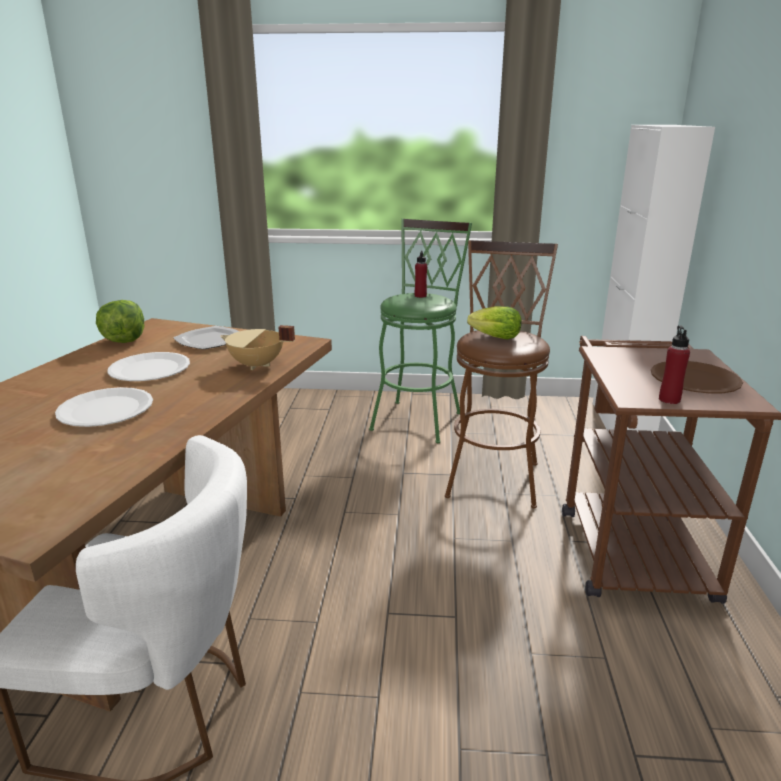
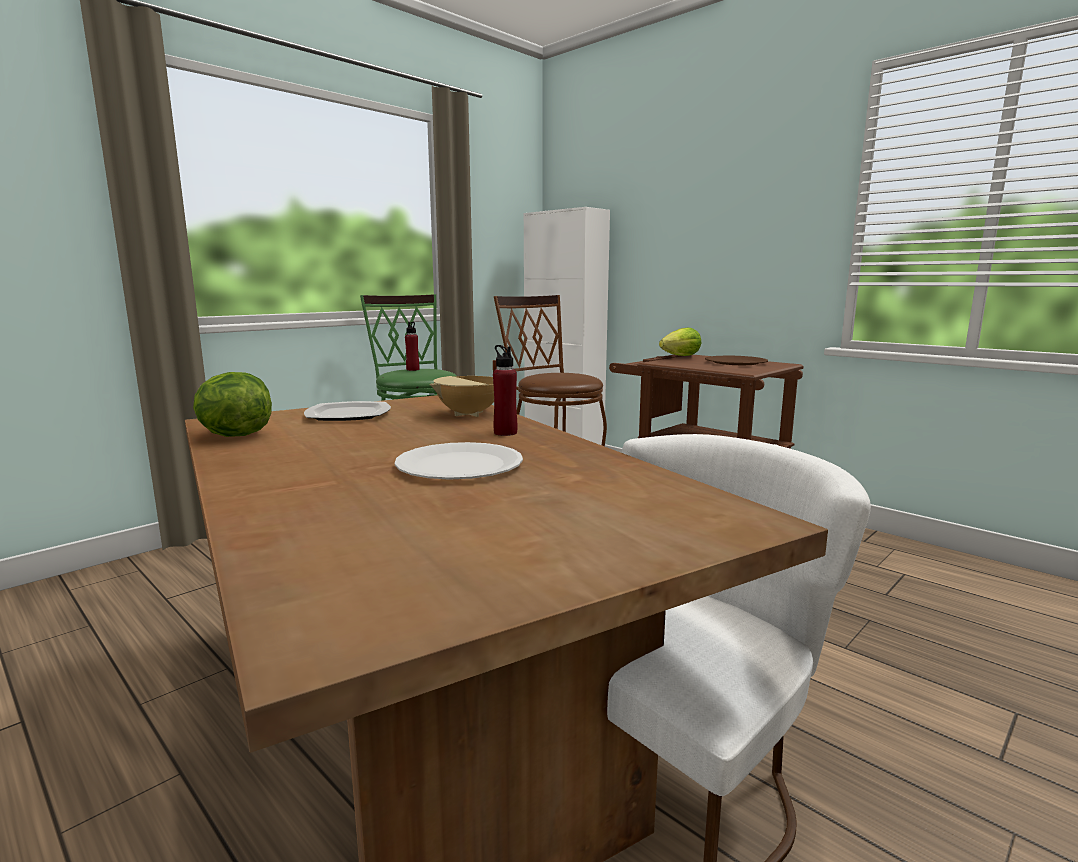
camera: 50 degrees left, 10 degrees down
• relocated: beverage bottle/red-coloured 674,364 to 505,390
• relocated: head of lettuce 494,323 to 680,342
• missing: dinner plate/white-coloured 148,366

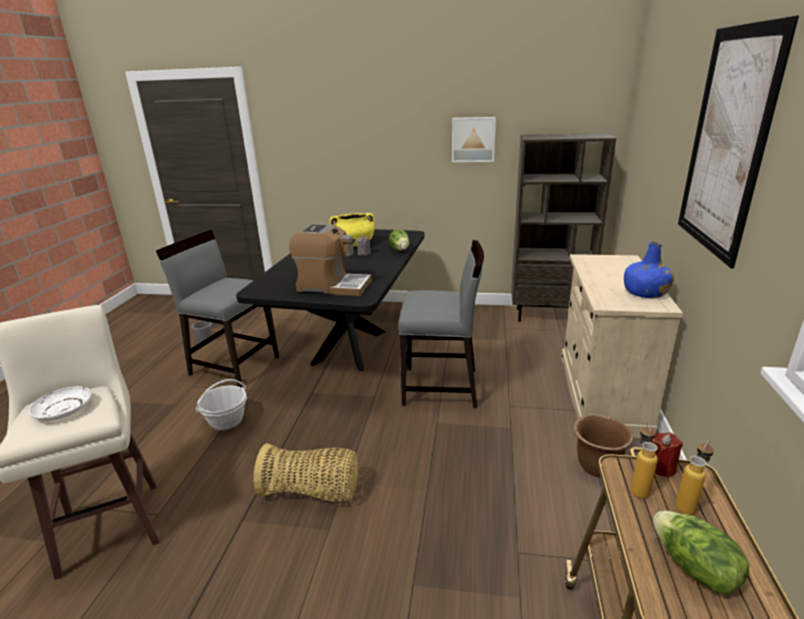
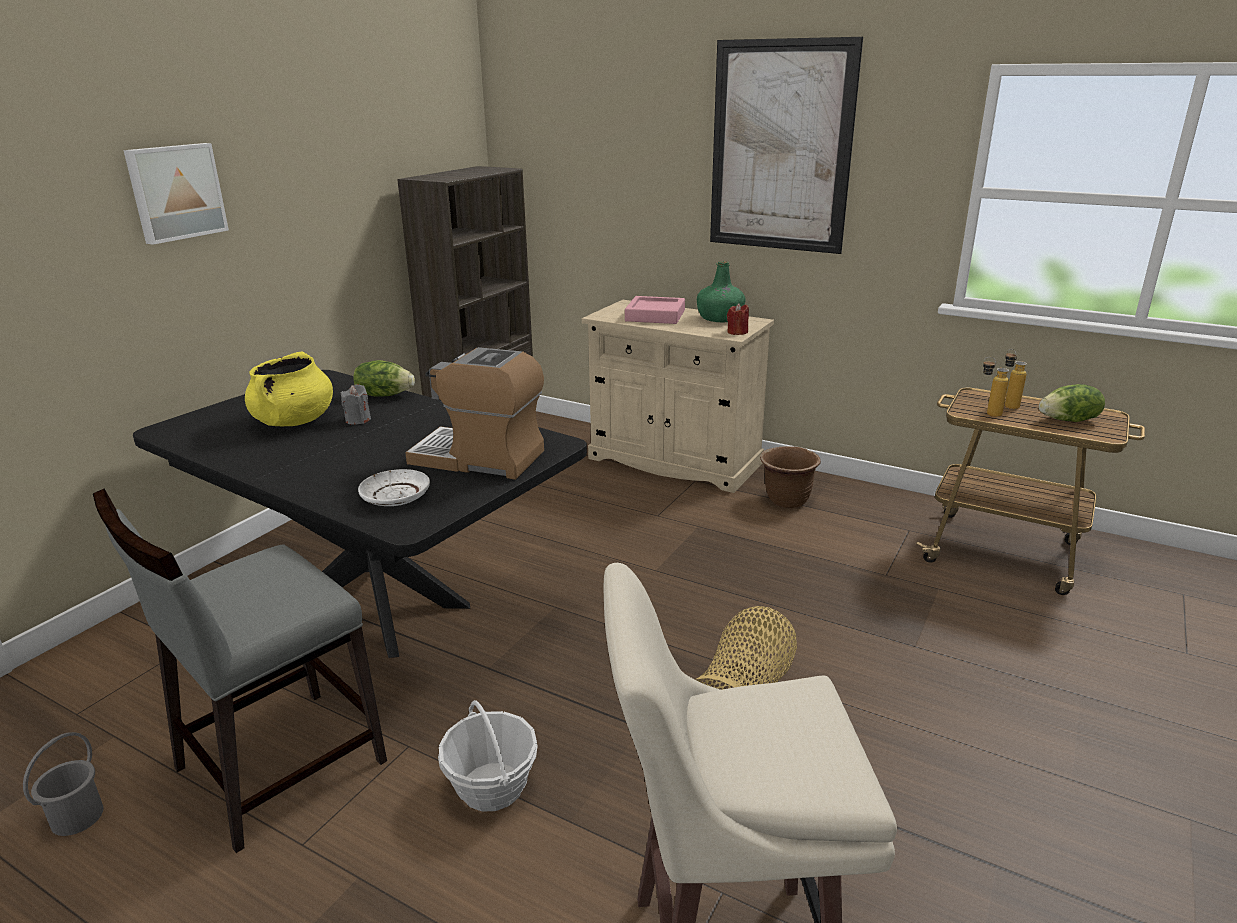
camera: 70 degrees left, 0 degrees up
• relocated: wall picture 474,139 to 176,194
• relocated: dinner plate/white-coloured 60,403 to 394,487
• spun: coffee machine 330,260 = 474,413 105 degrees counterclockwise
• appeared: tray/pinkish 655,310
• colour: beverage bottle/blue 649,270 to beverage bottle/green 721,292
• relocated: wax light/red-coloured 667,455 to 738,319
• missing: chair/gray 441,324

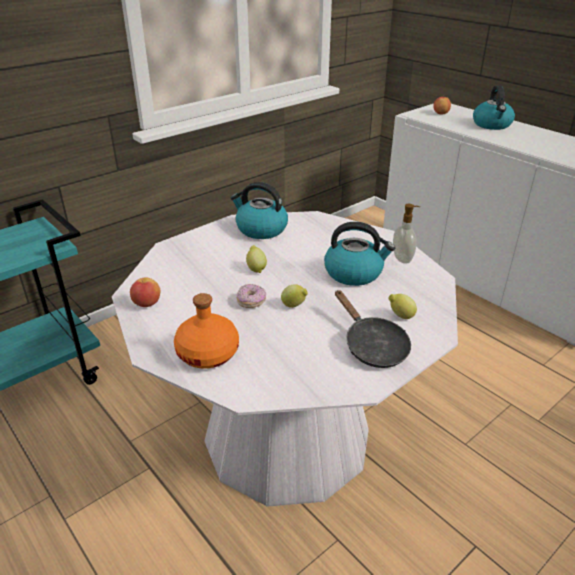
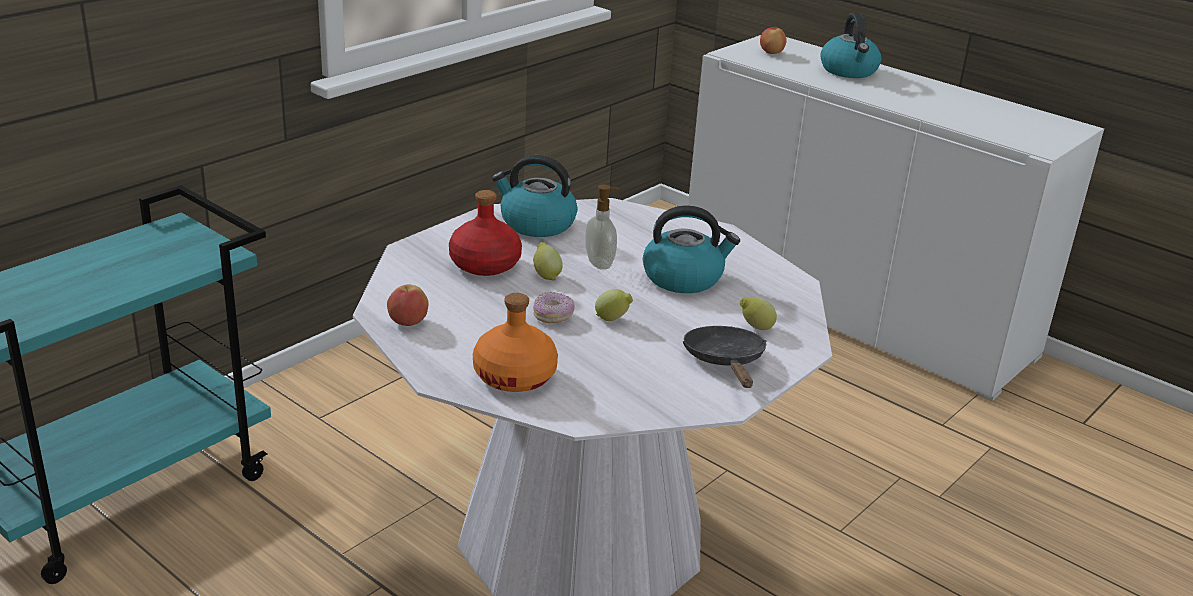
camera: 10 degrees left, 5 degrees down
• appeared: beverage bottle/red-coloured 485,233
• relocated: soap bottle 406,234 to 602,227
• spun: pan/blackish 373,329 = 725,357 150 degrees counterclockwise

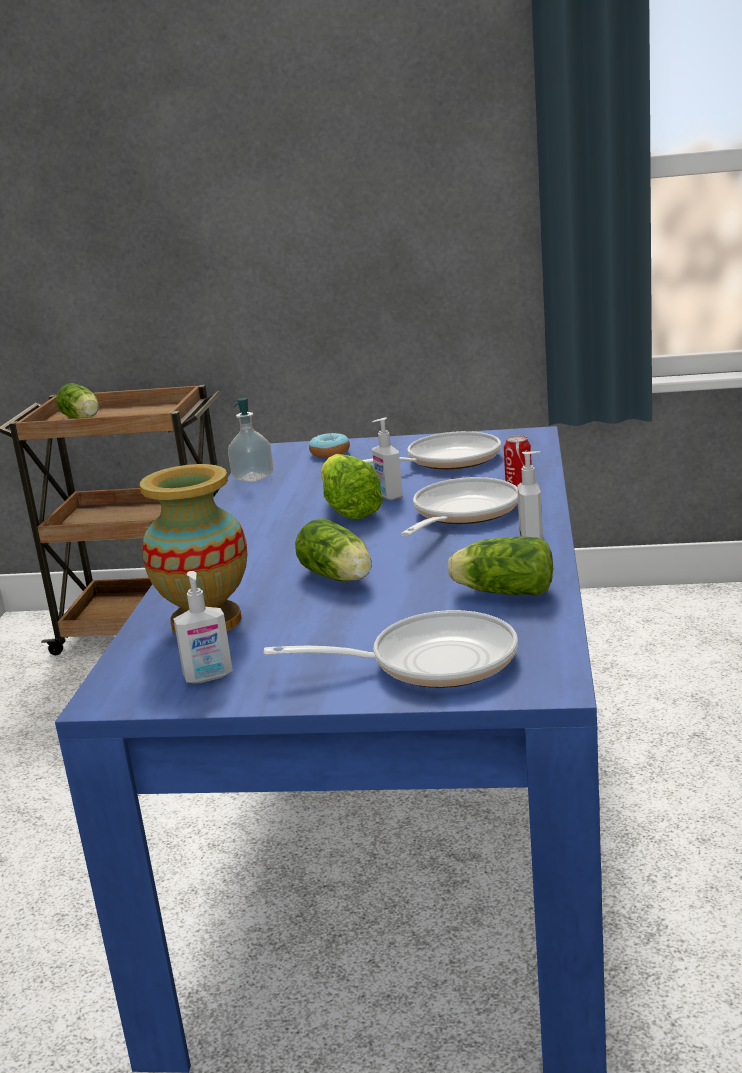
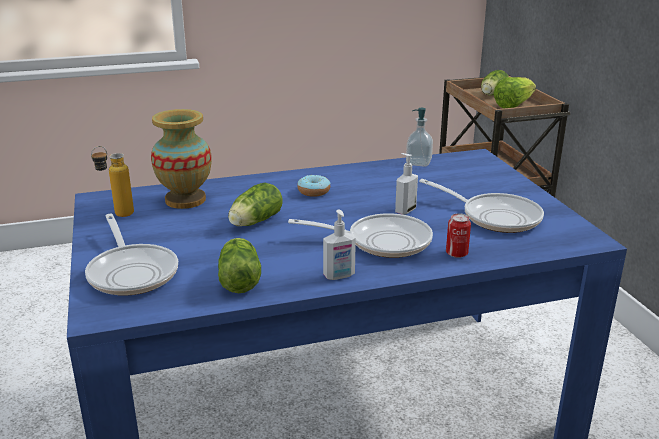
camera: 65 degrees right, 5 degrees up
• exchanged: soap bottle 203,627 to beverage bottle 112,181
• relocated: donut 329,445 to 313,186
• relocated: head of lettuce 352,487 to 514,92

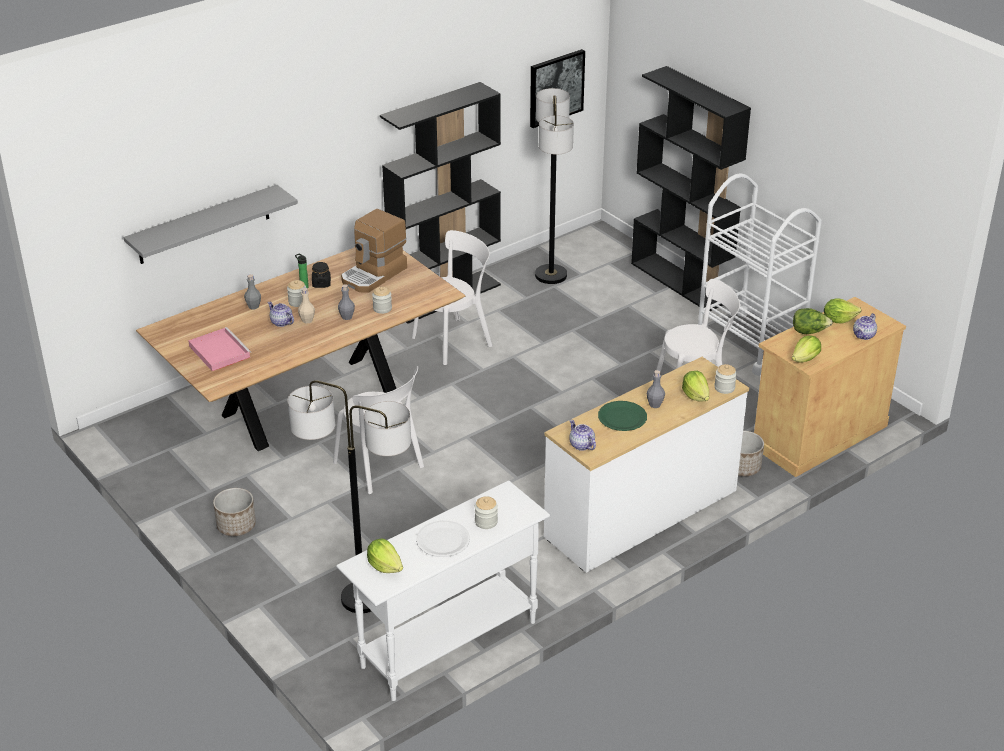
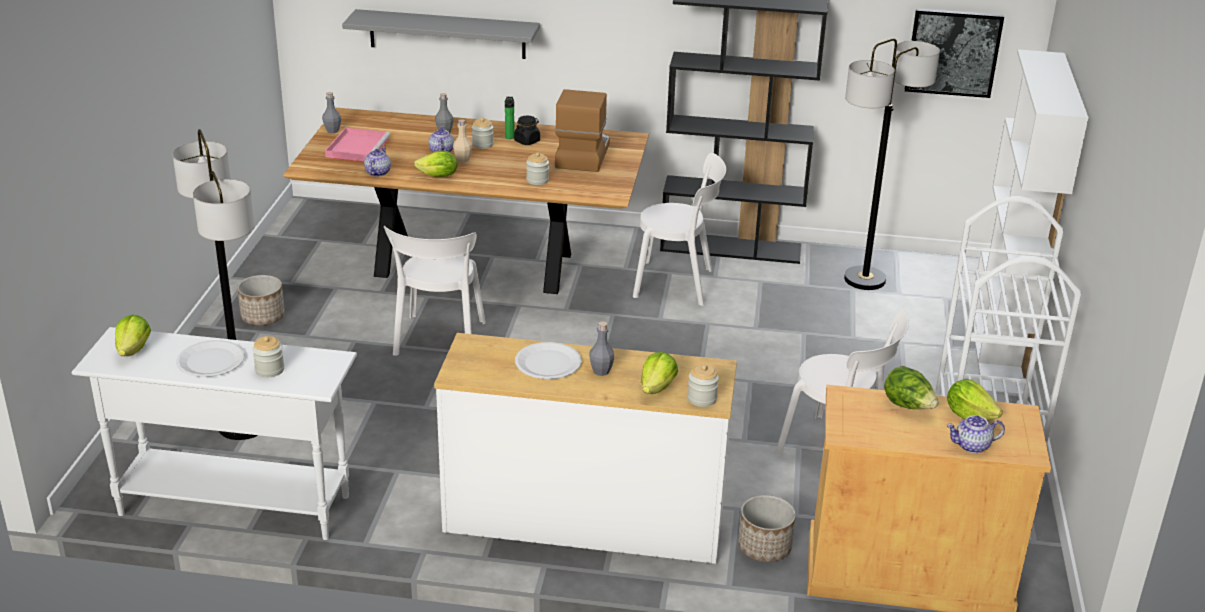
camera: 45 degrees right, 5 degrees down
• relocated: beverage bottle/gray 346,302 to 331,112
• relocated: tea pot 582,435 to 377,162
• relocated: head of lettuce 806,349 to 435,164
• colour: dinner plate/green 622,416 to dinner plate/white-coloured 548,360
• spun: coffee machine 374,250 = 582,130 105 degrees clockwise
• colour: shelving unit/blackish 691,188 to shelving unit/white-coloured 1031,223

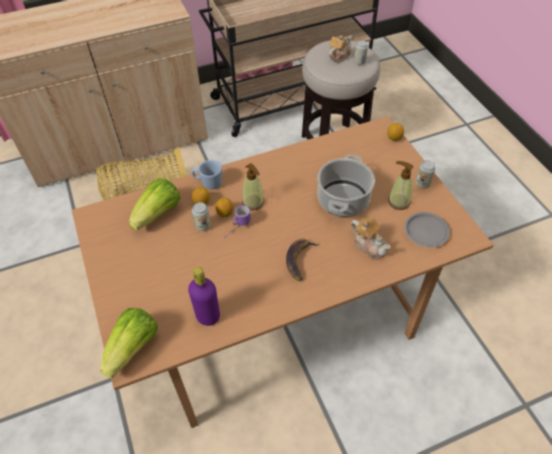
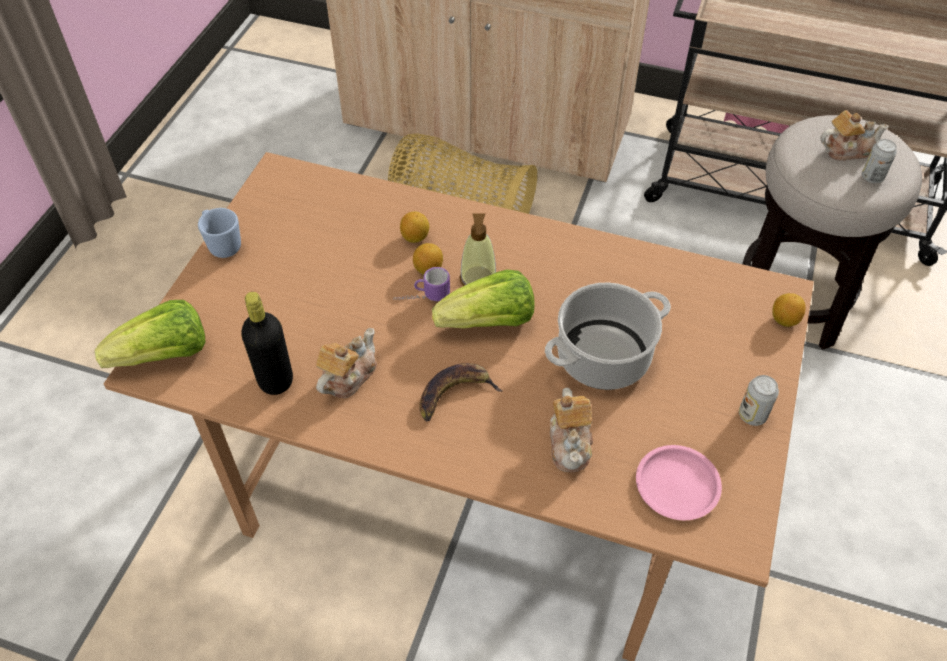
camera: 40 degrees right, 0 degrees up
• relocated: coffee mug/blue 207,175 to 219,233
• colour: beverage bottle/purple 204,296 to beverage bottle/blackish 267,343
• appeared: tea pot 346,363
• relocated: head of lettuce 155,204 to 483,298
• colour: dinner plate/gray 427,230 to dinner plate/pinkish 679,482
• missing: metal can 201,216
• missing: soap bottle 401,185

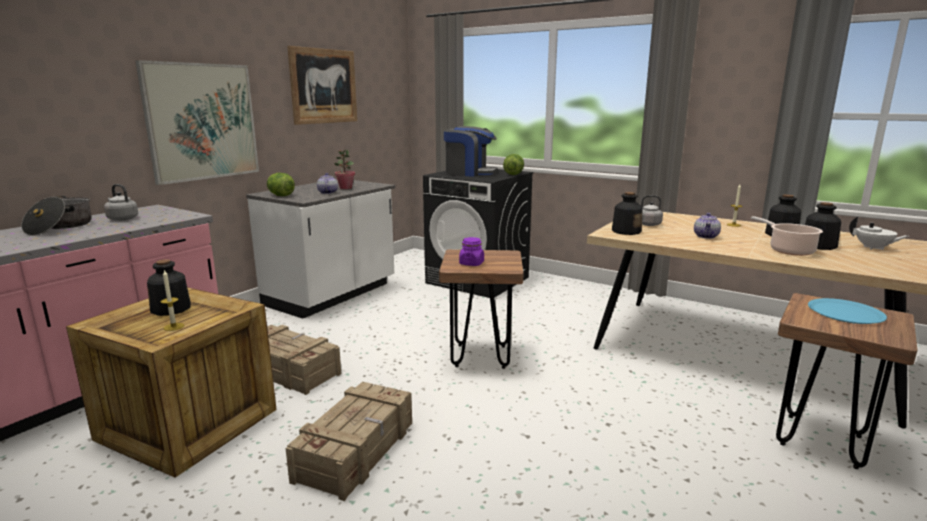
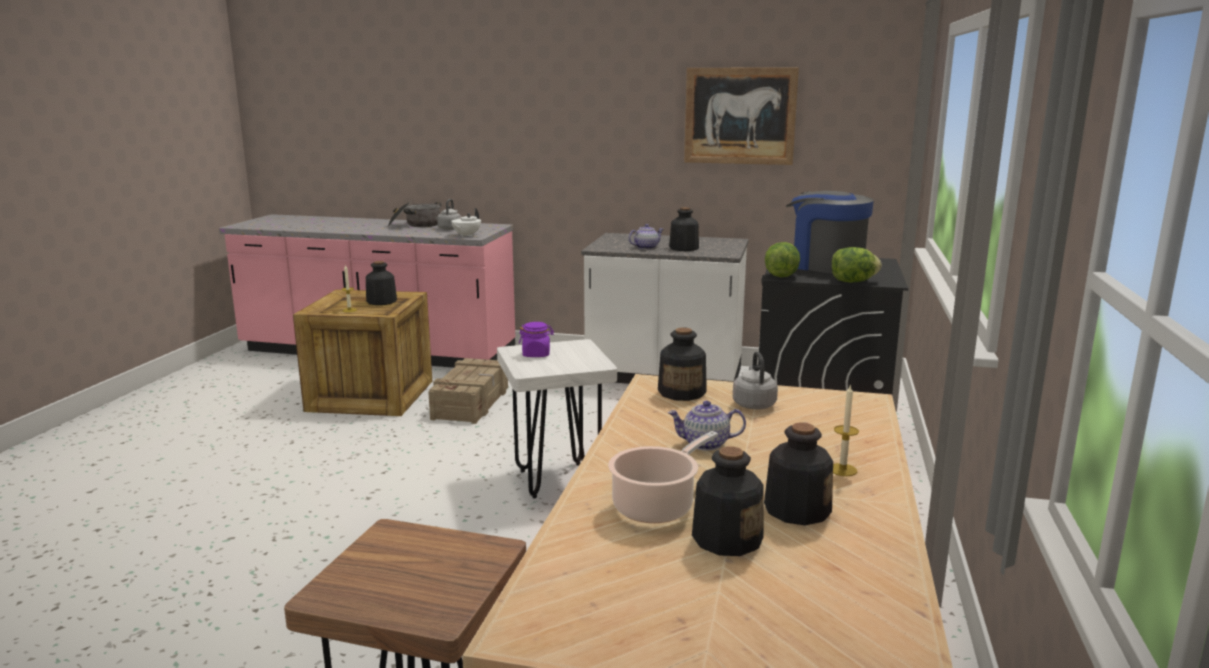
camera: 70 degrees right, 0 degrees up
• relocated: tea pot/white-coloured 879,233 to 466,222
• colour: sitting stool/brown 481,309 to sitting stool/white-coloured 557,418
• exchanged: houseplant 344,169 to beverage bottle 684,229
• relocated: head of lettuce 281,184 to 782,259
• spun: coffee machine 471,151 = 830,232 135 degrees clockwise
• missing: wall picture 197,122
• missing: packing crate 349,441
• missing: dinner plate/blue 847,311

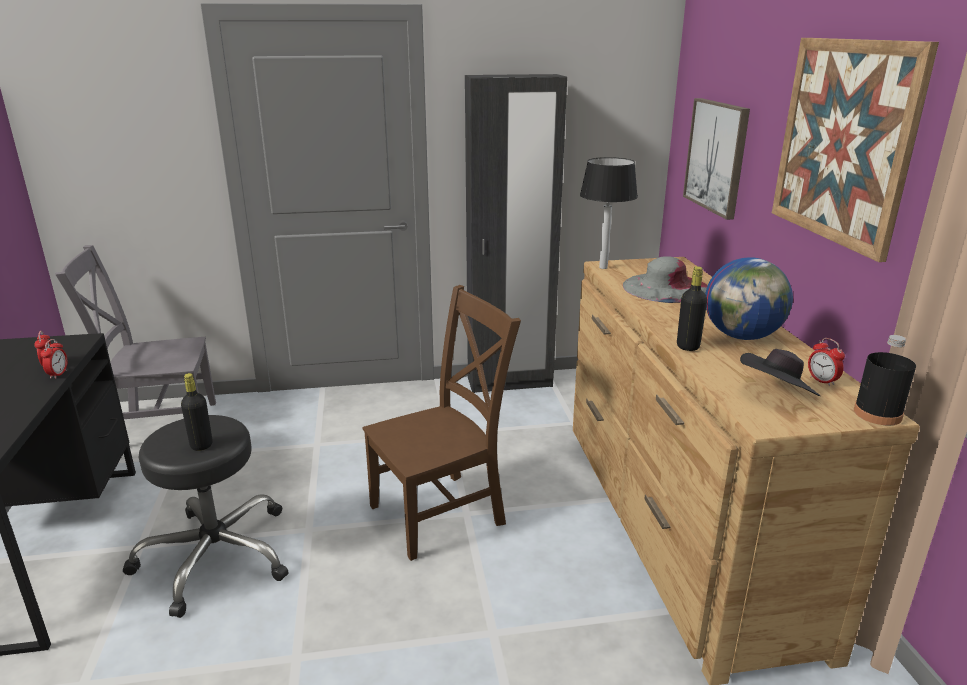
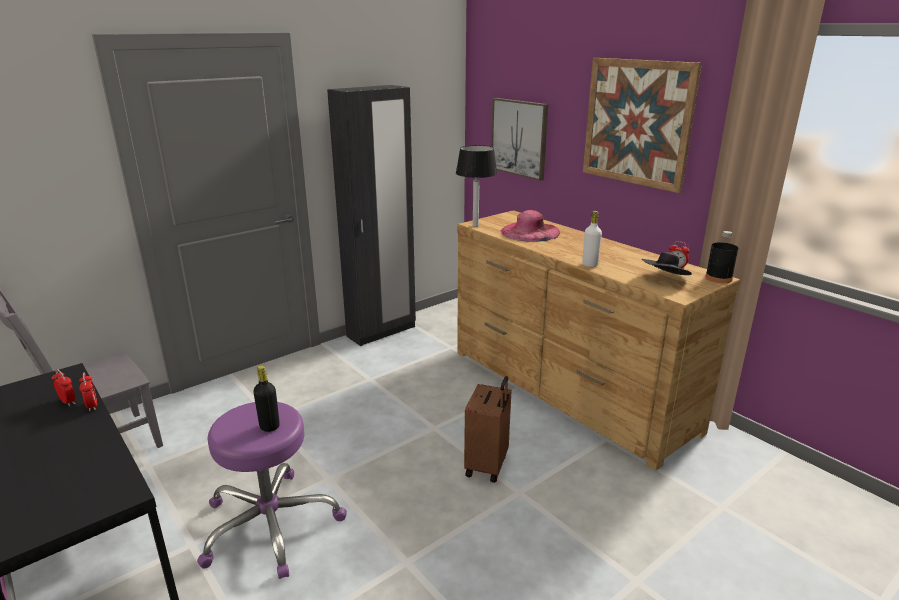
camera: 30 degrees left, 0 degrees up
• colour: sitting stool/blackish 206,516 to sitting stool/purple 272,490
• appeared: suitcase/brown 487,429
• colour: hat/gray 665,279 to hat/pinkish 530,226
• colour: beverage bottle/blackish 692,308 to beverage bottle/white-coloured 592,239
• missing: chair/brown 441,423
• missing: desk globe 749,298

